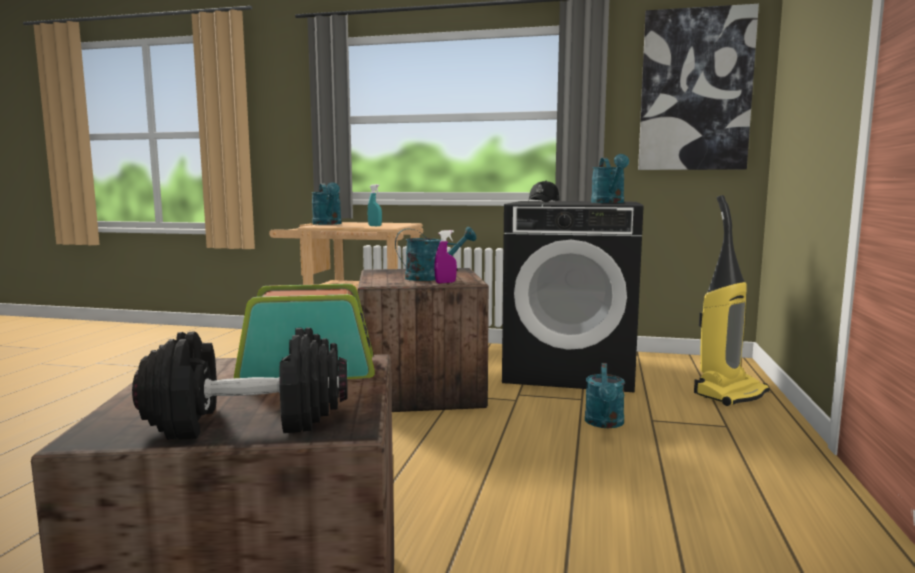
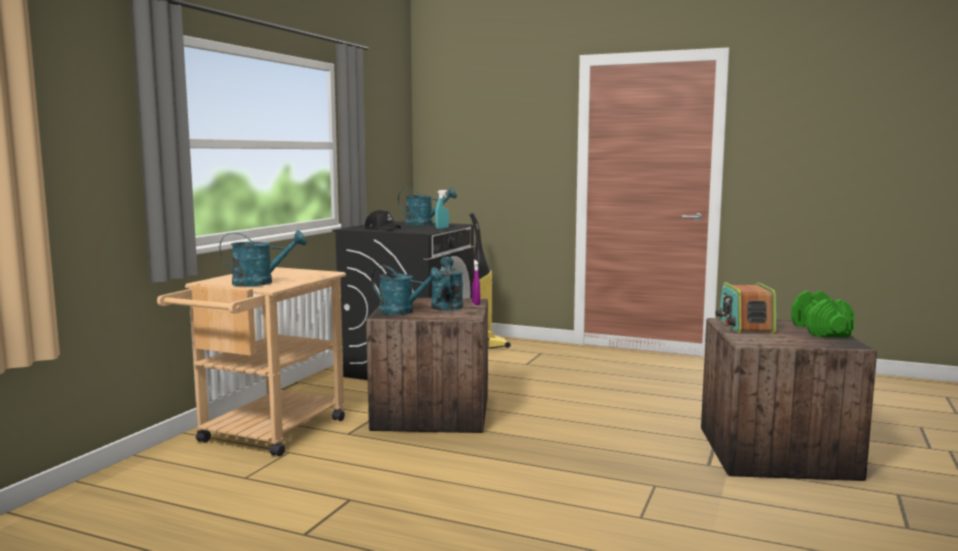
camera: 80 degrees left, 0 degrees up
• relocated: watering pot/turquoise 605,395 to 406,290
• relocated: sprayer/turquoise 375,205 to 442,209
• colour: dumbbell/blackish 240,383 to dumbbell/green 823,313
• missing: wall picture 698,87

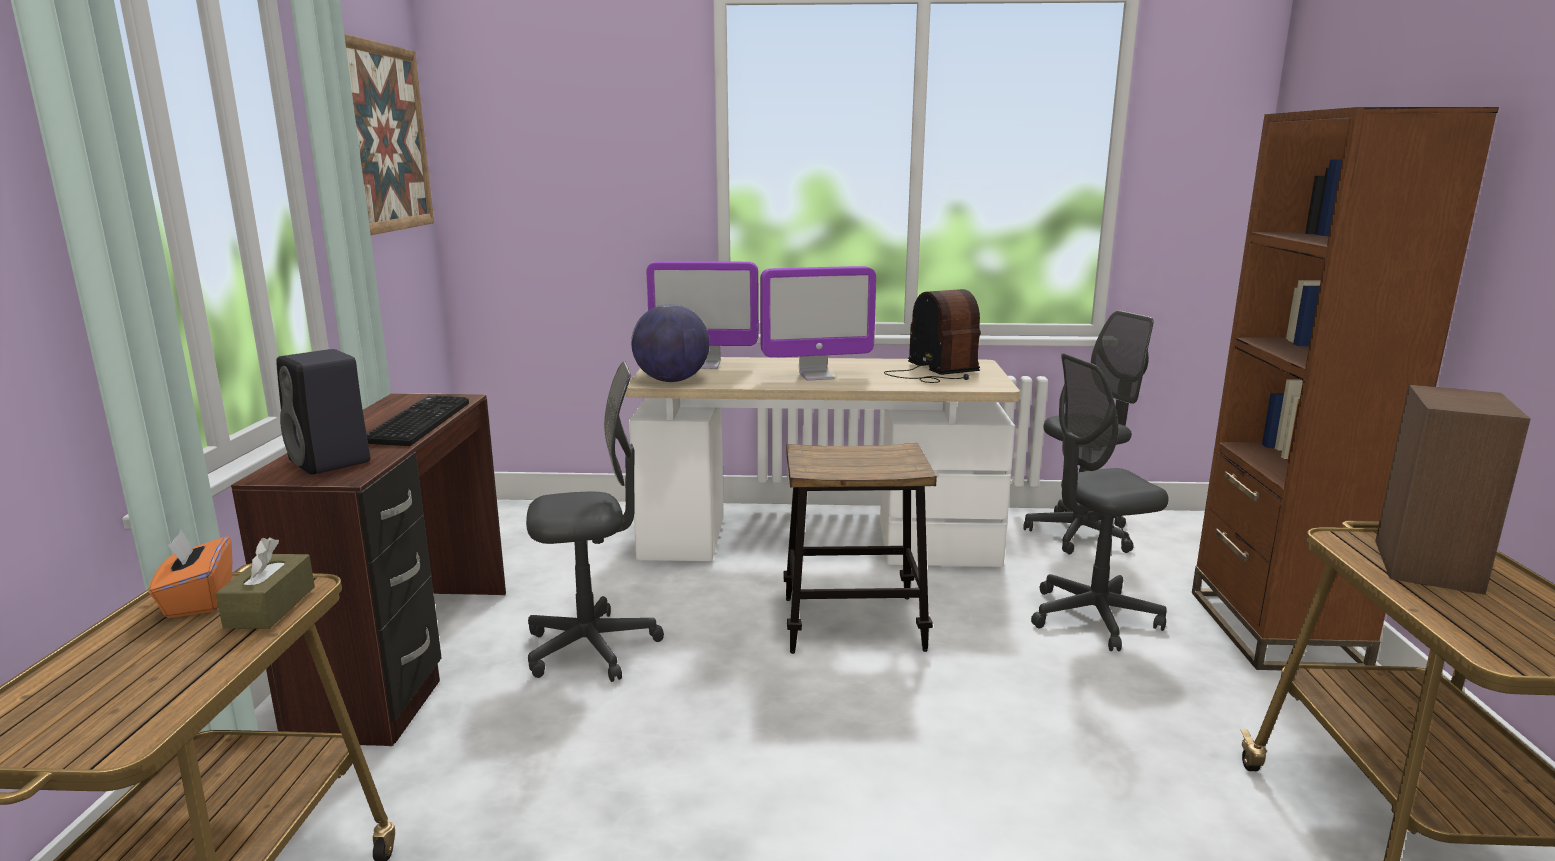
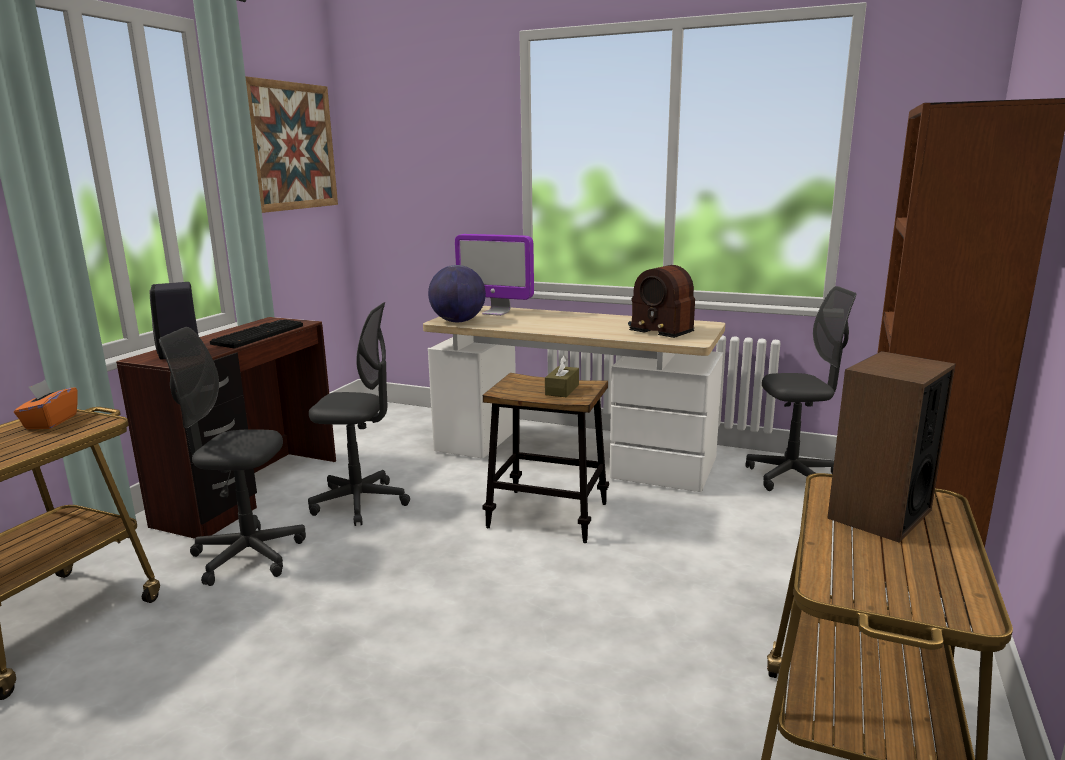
camera: 20 degrees right, 0 degrees up
• relocated: desk chair/gray 1099,502 to 232,456
• relocated: box of tissues/brown 265,583 to 562,376
• spun: radio 932,336 = 661,301 135 degrees clockwise
• missing: computer screen 818,323

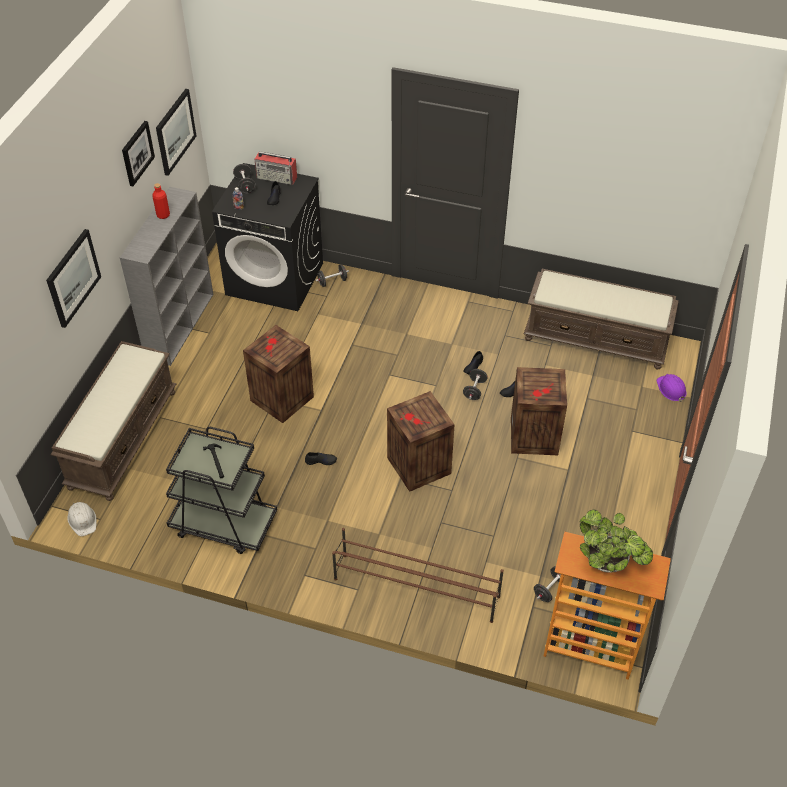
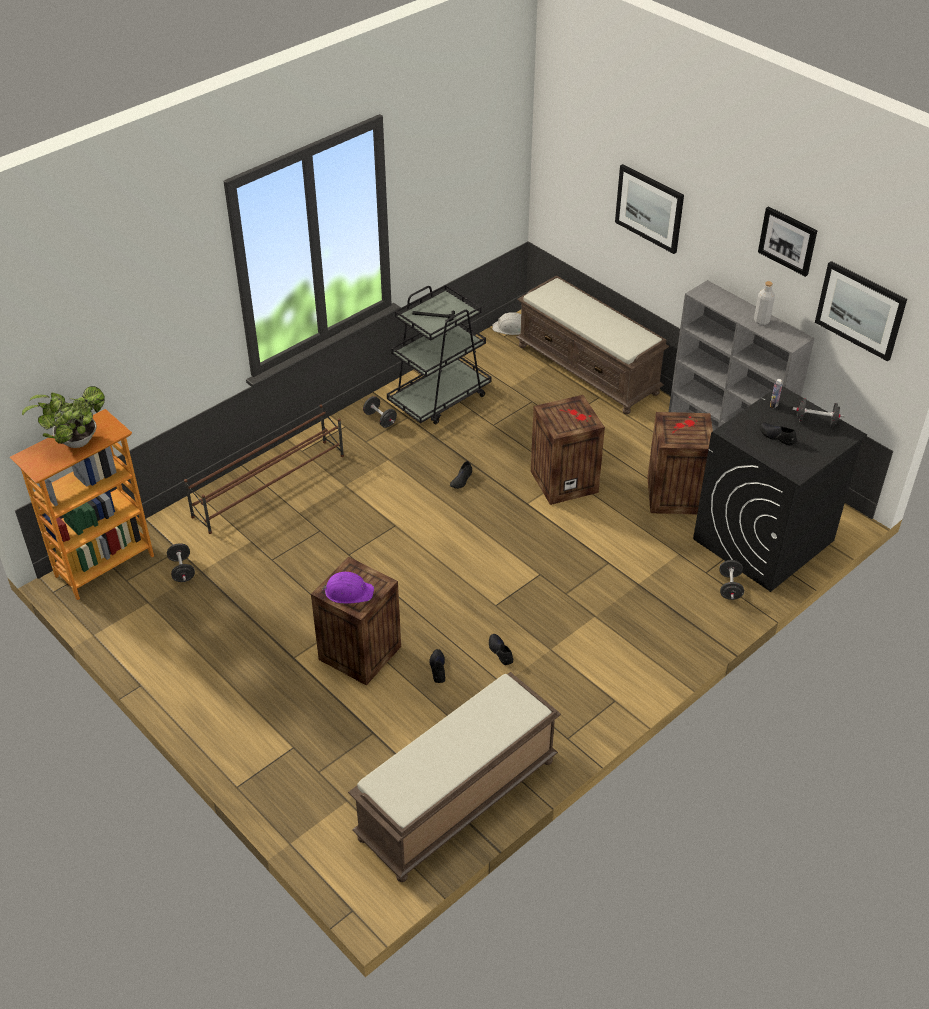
camera: 120 degrees right, 5 degrees down
• relocated: hard hat/purple 671,388 to 347,588
• relocated: dumbbell/blackish 475,384 to 380,412
• relocated: packing crate 421,441 to 680,463
• colour: beverage bottle/red-coloured 161,201 to beverage bottle/gray 764,303
• missing: radio 276,168

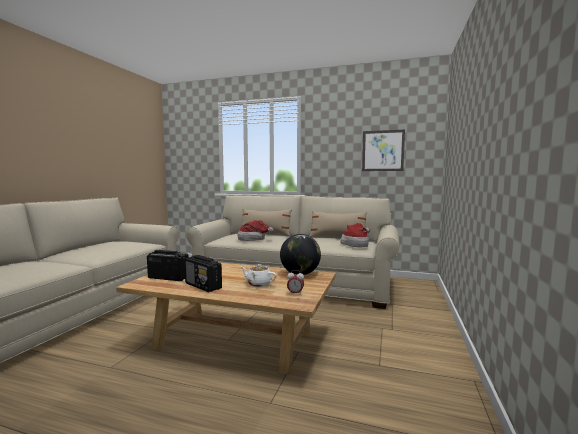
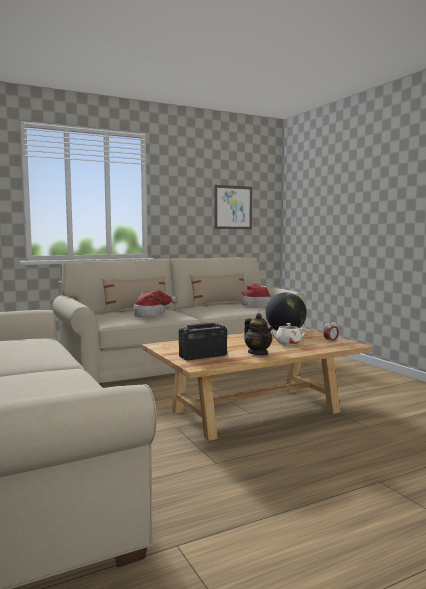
camera: 45 degrees left, 0 degrees up
• exchanged: radio 203,273 to tea pot 258,334

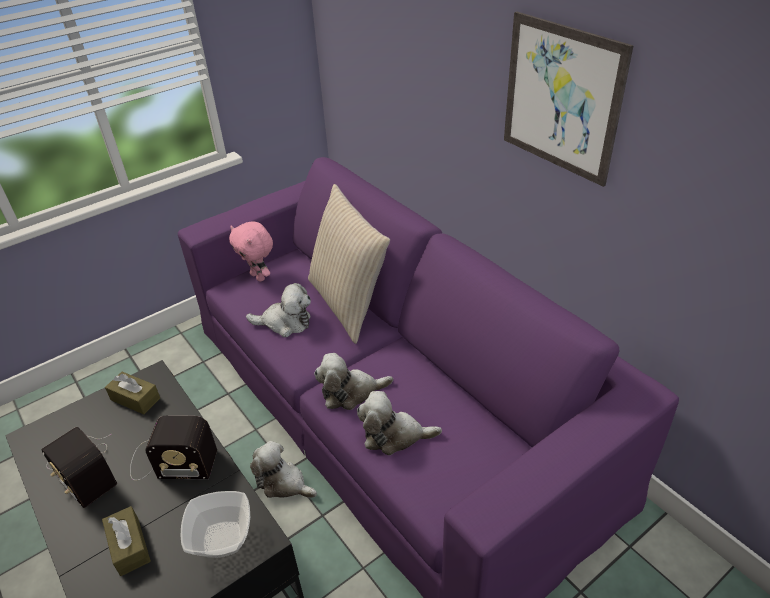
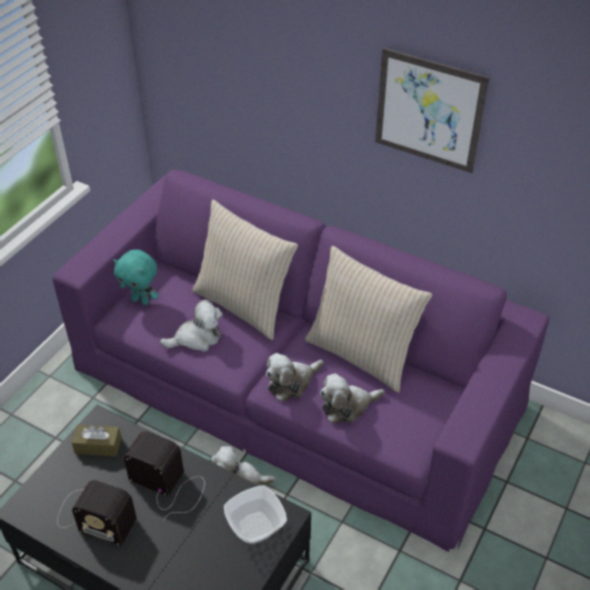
camera: 25 degrees left, 5 degrees up
• colour: soft toy/pinkish 251,251 to soft toy/turquoise 136,277
• spun: radio 173,447 = 164,475 135 degrees counterclockwise
• appeared: pillow/beige 368,319
• missing: box of tissues/brown 126,541

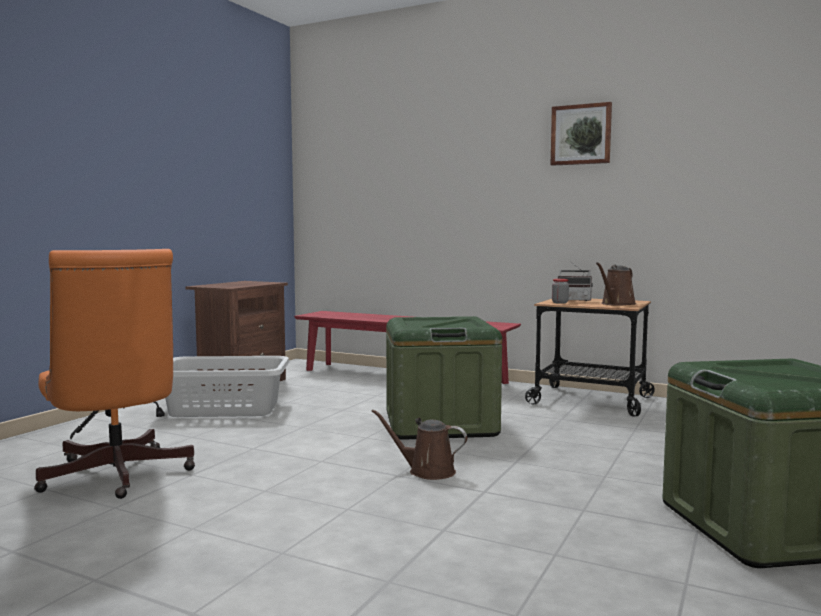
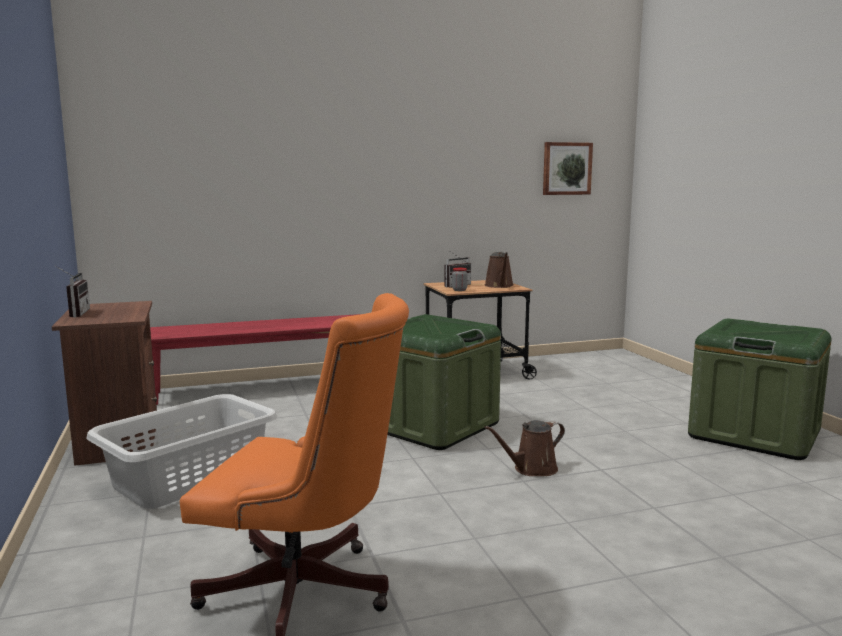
camera: 45 degrees left, 5 degrees up
• appeared: radio 73,292
• relocated: wall picture 581,134 to 568,168

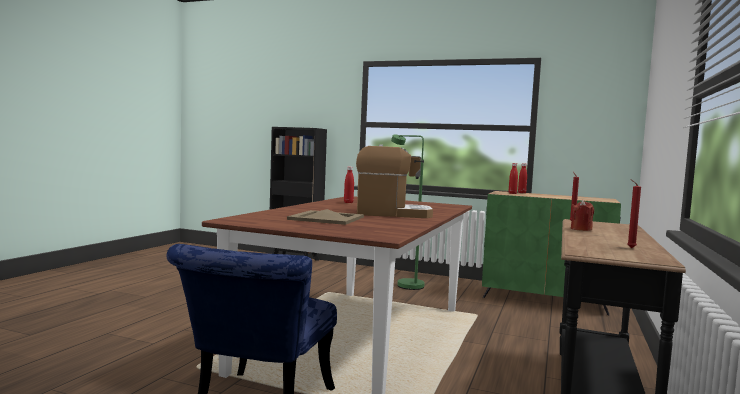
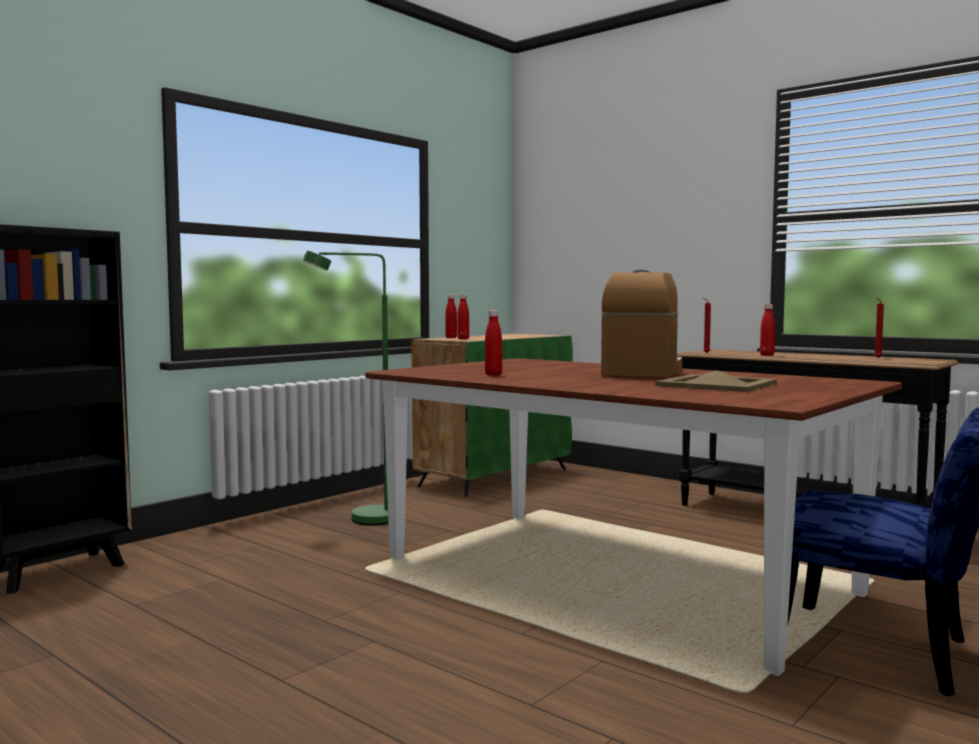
camera: 70 degrees left, 0 degrees up
• exchanged: wax light/red-coloured 582,215 to beverage bottle/red-coloured 767,330

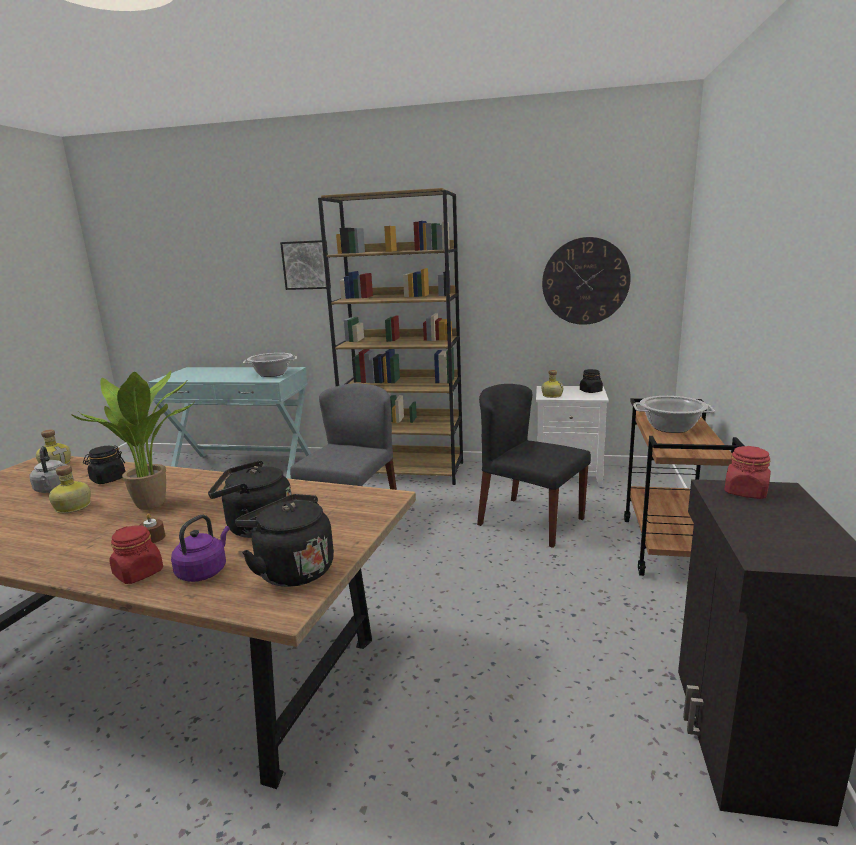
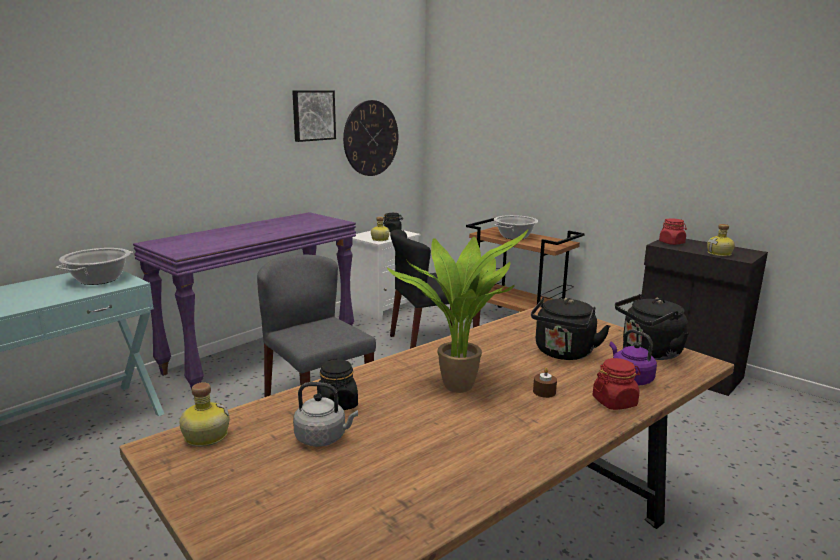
camera: 60 degrees left, 0 degrees up
• exchanged: shelving unit/brown 390,336 to narrow table/purple 244,301
• relocated: wall picture 305,265 to 314,116
• relocated: beverage bottle 70,489 to 721,240

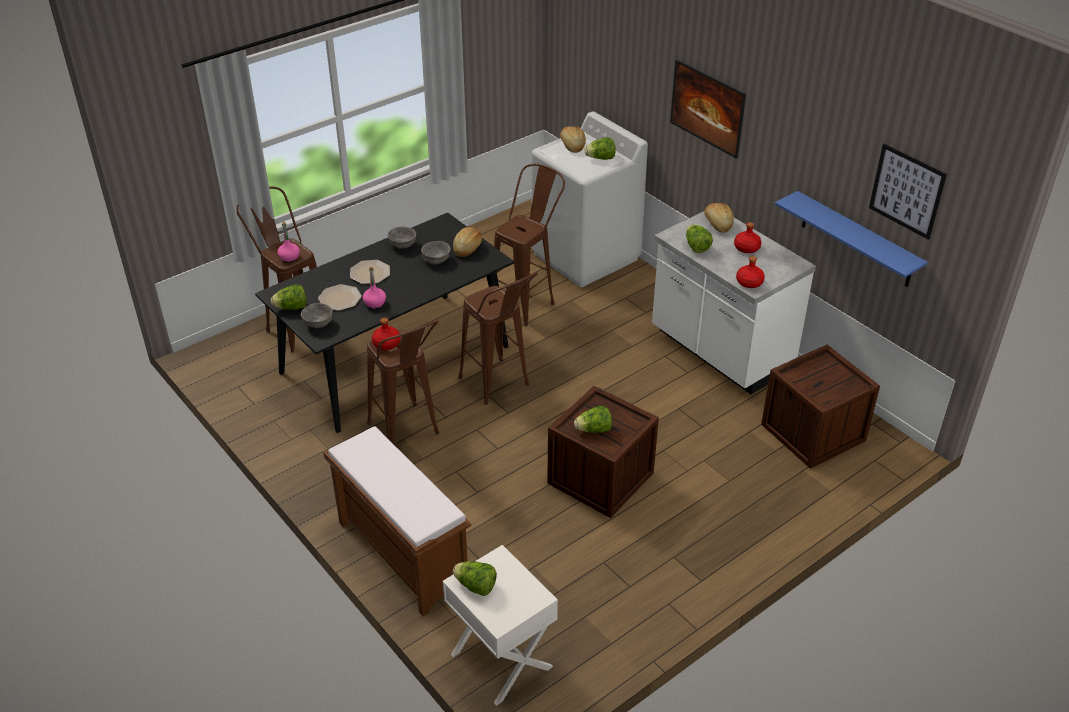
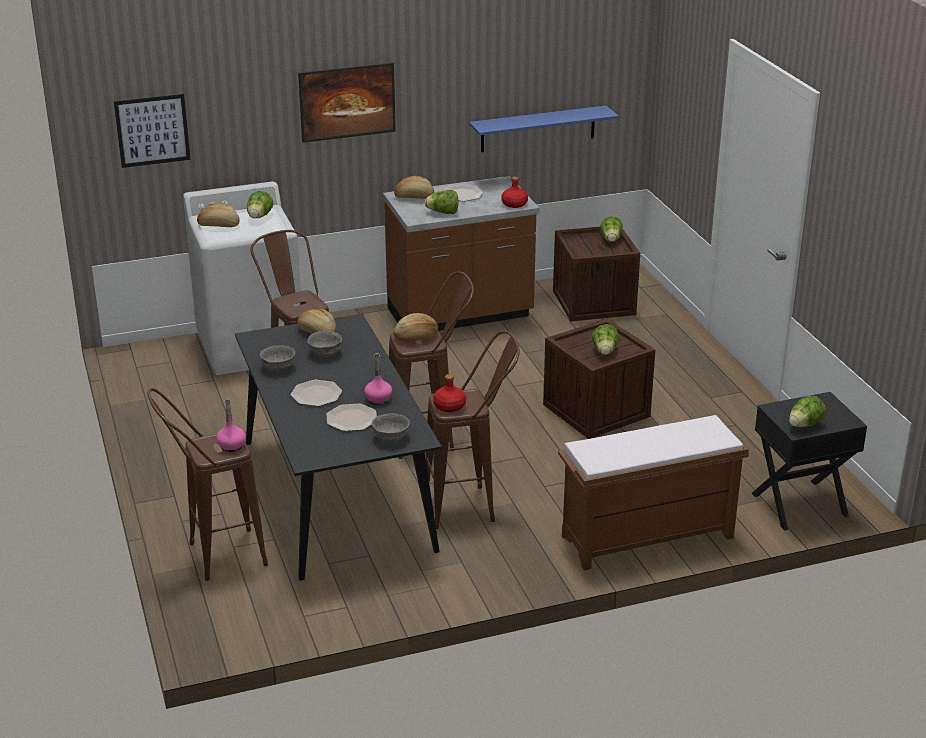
camera: 70 degrees left, 10 degrees down
• relocated: wall picture 908,192 to 152,131
• colour: kitchen counter/white-coloured 734,302 to kitchen counter/brown 461,253
• appeared: bread 416,327
• exchanged: beverage bottle/red-coloured 748,237 to dinner plate 463,193
• relocated: head of lettuce 289,297 to 611,229
• colour: bedside table/white-coloured 500,625 to bedside table/blackish 809,461

